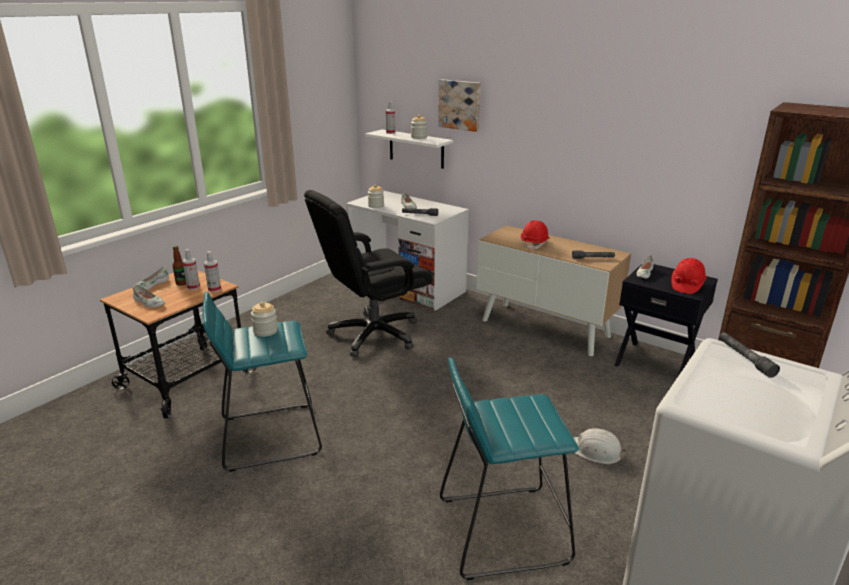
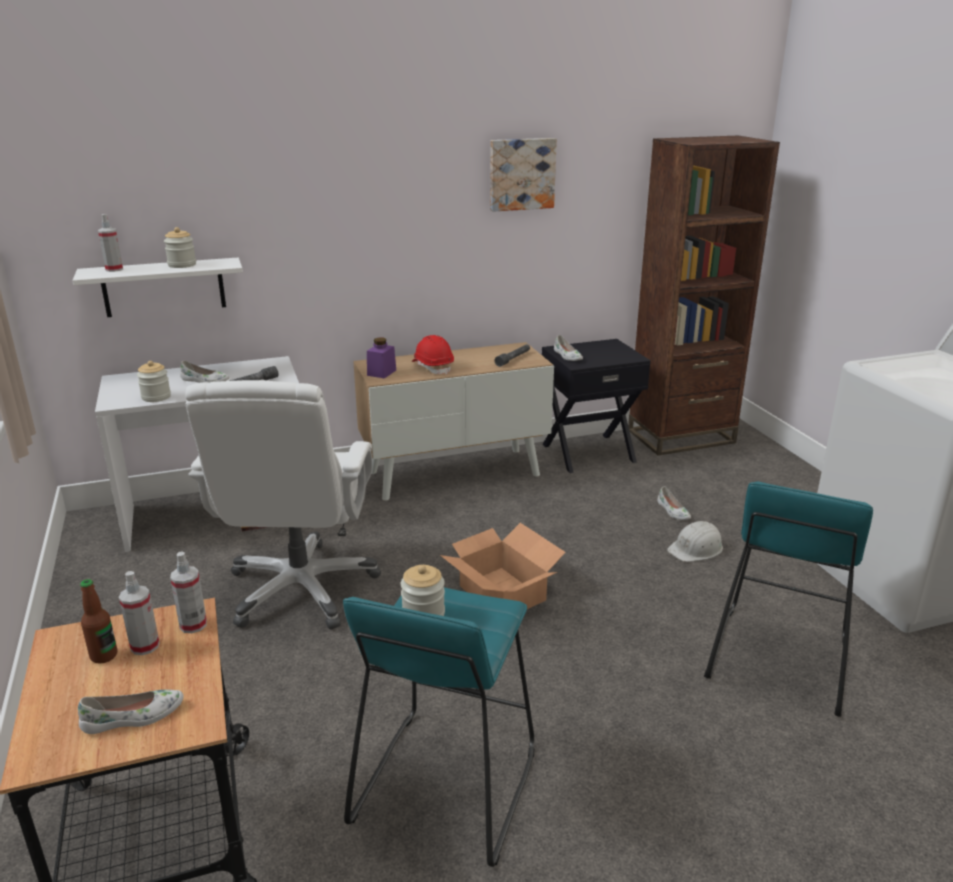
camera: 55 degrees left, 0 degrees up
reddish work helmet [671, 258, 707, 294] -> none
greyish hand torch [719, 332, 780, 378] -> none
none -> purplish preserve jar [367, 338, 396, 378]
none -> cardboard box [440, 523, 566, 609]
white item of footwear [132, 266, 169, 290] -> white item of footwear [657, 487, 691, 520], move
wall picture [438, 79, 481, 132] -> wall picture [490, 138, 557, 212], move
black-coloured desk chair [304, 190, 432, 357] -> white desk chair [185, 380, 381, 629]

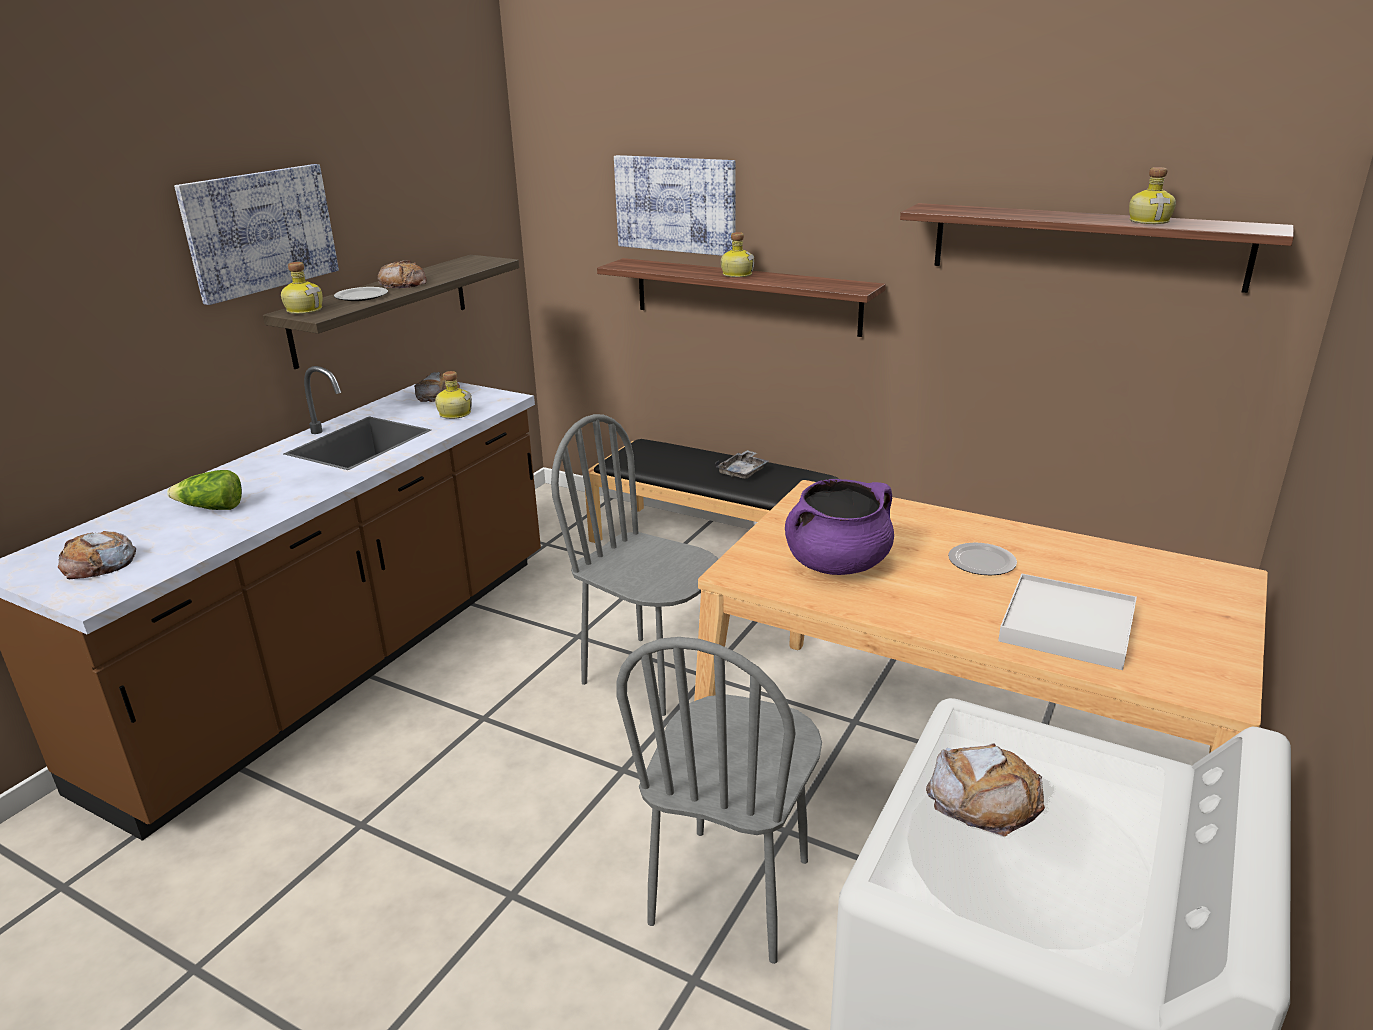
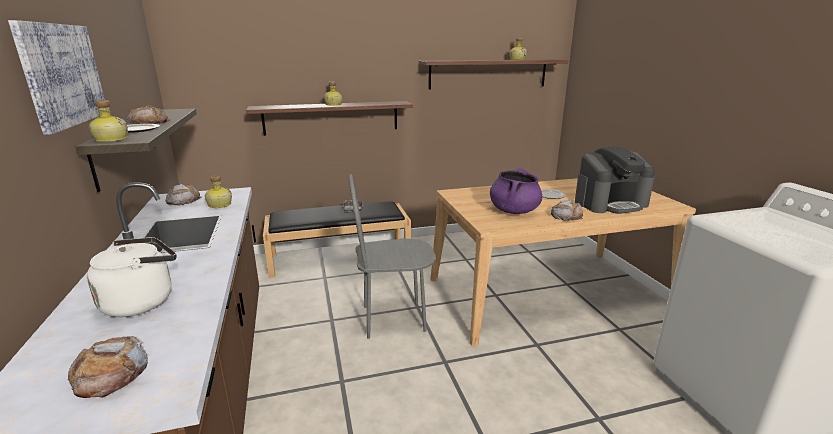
camera: 45 degrees left, 5 degrees down
wall picture [614, 155, 735, 256] -> none
greyish upright chair [617, 637, 822, 964] -> none
baked bread [926, 743, 1045, 837] -> baked bread [551, 200, 583, 221], move
lettuce head [167, 470, 242, 510] -> white water kettle [87, 237, 176, 317]
white serving tray [998, 573, 1137, 670] -> coffee maker [575, 147, 655, 214]

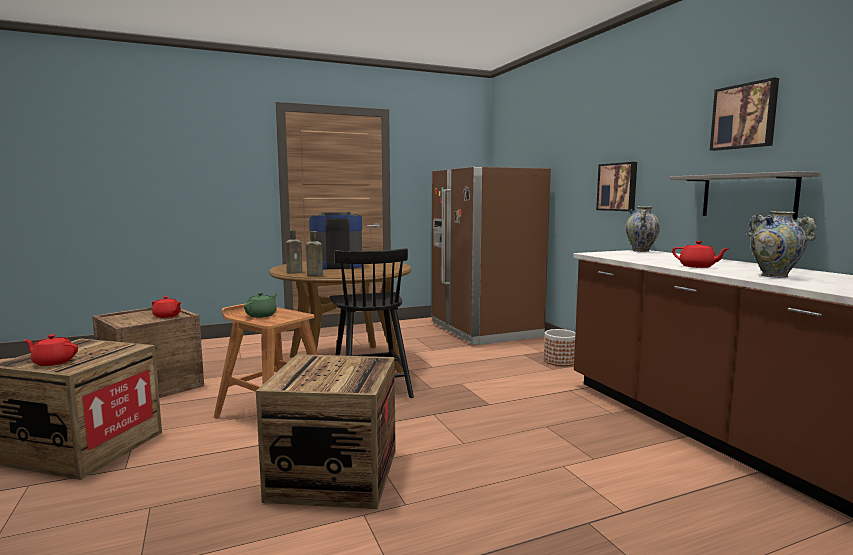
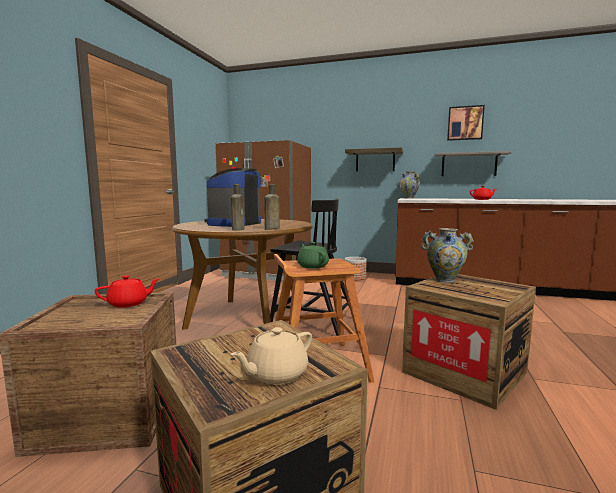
camera: 50 degrees left, 0 degrees up
flower vase [747, 211, 817, 278] -> flower vase [421, 228, 474, 282], move
wall picture [596, 162, 637, 211] -> shelf [345, 147, 403, 172]
reddish pot for tea [24, 334, 78, 366] -> sand-coloured pot for tea [231, 327, 312, 385]

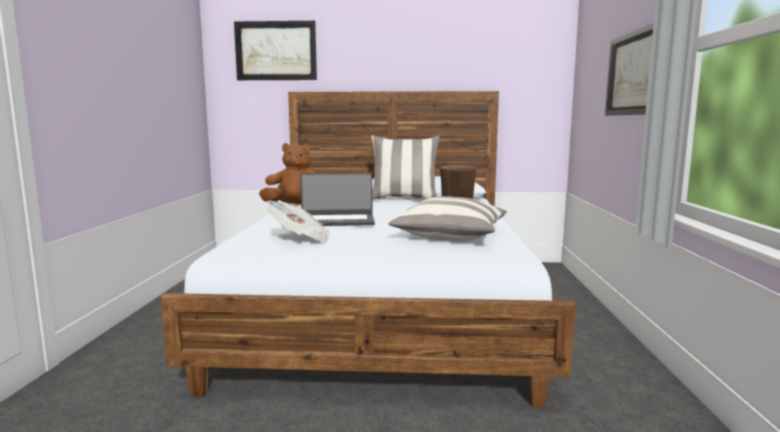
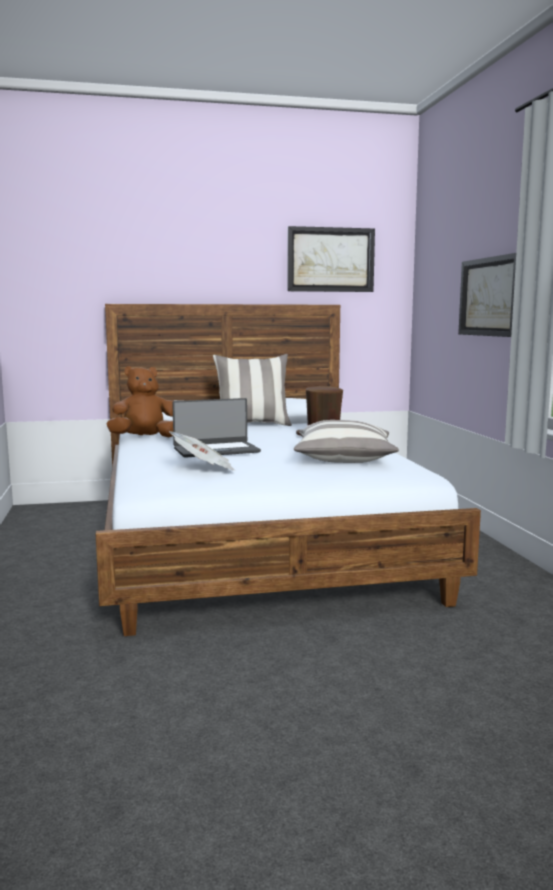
camera: 15 degrees left, 0 degrees up
wall picture [234, 21, 317, 80] -> wall picture [287, 226, 375, 292], move

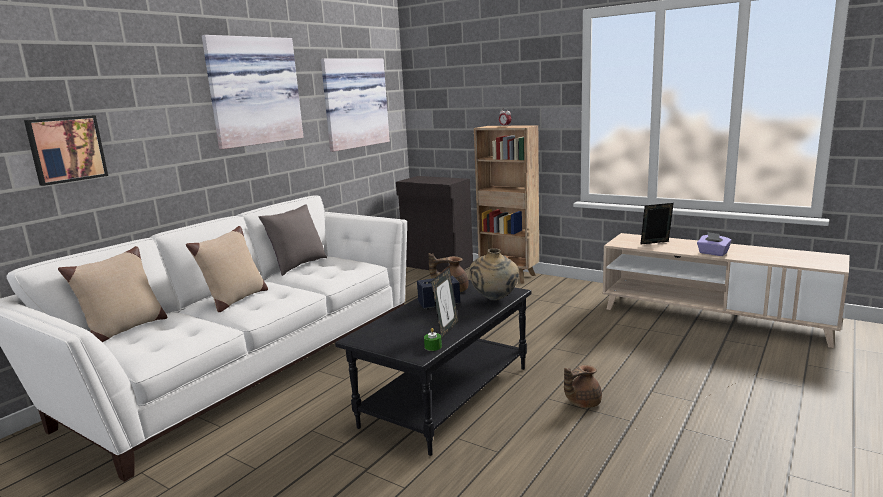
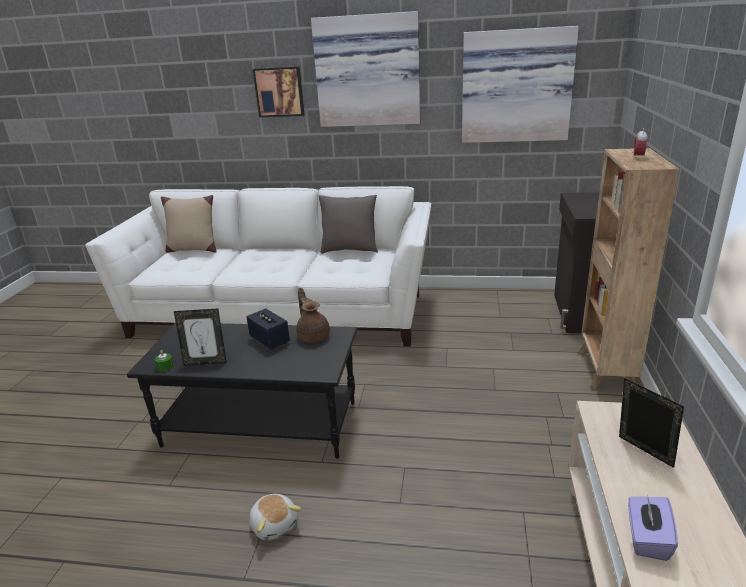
camera: 65 degrees right, 10 degrees up
sand-coloured throw pillow [186, 226, 268, 312] -> none
sand-coloured flower vase [469, 248, 519, 300] -> none
wall picture [24, 115, 108, 186] -> wall picture [253, 66, 305, 117], move
brownish pot for tea [564, 365, 602, 408] -> plush toy [250, 494, 301, 541]

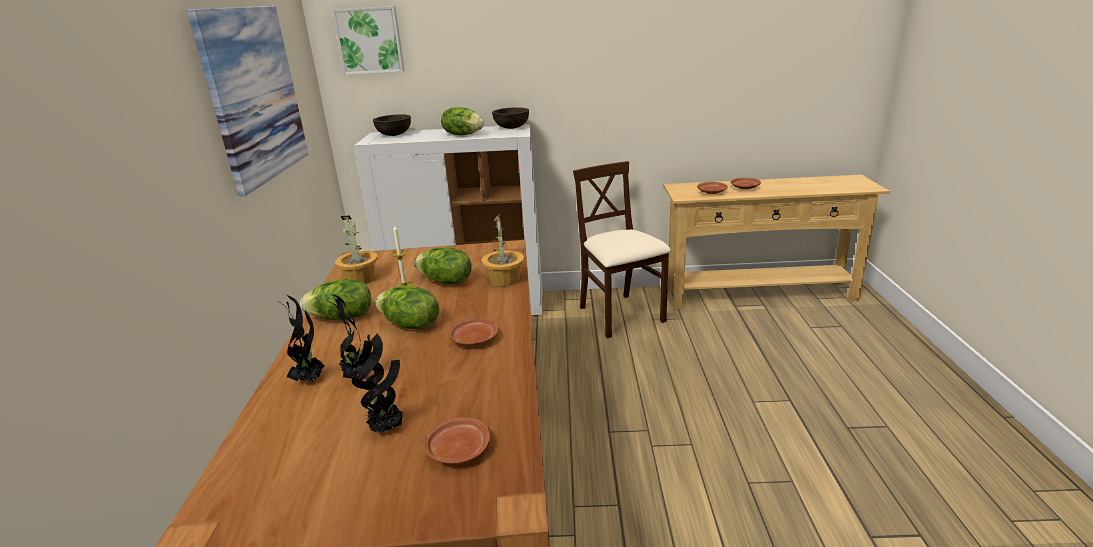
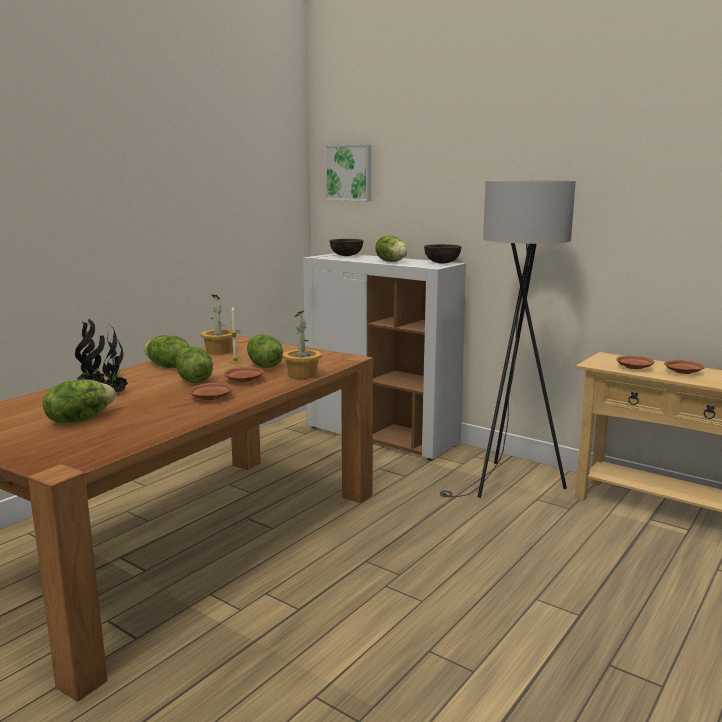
camera: 35 degrees right, 10 degrees down
wall picture [187, 6, 309, 196] -> none
brownish plate [424, 417, 490, 464] -> brownish plate [224, 367, 264, 382], move
houseplant [352, 334, 403, 433] -> lettuce head [43, 379, 116, 423]
sand-coloured upright chair [573, 161, 671, 339] -> greyish floor lamp [440, 181, 576, 498]

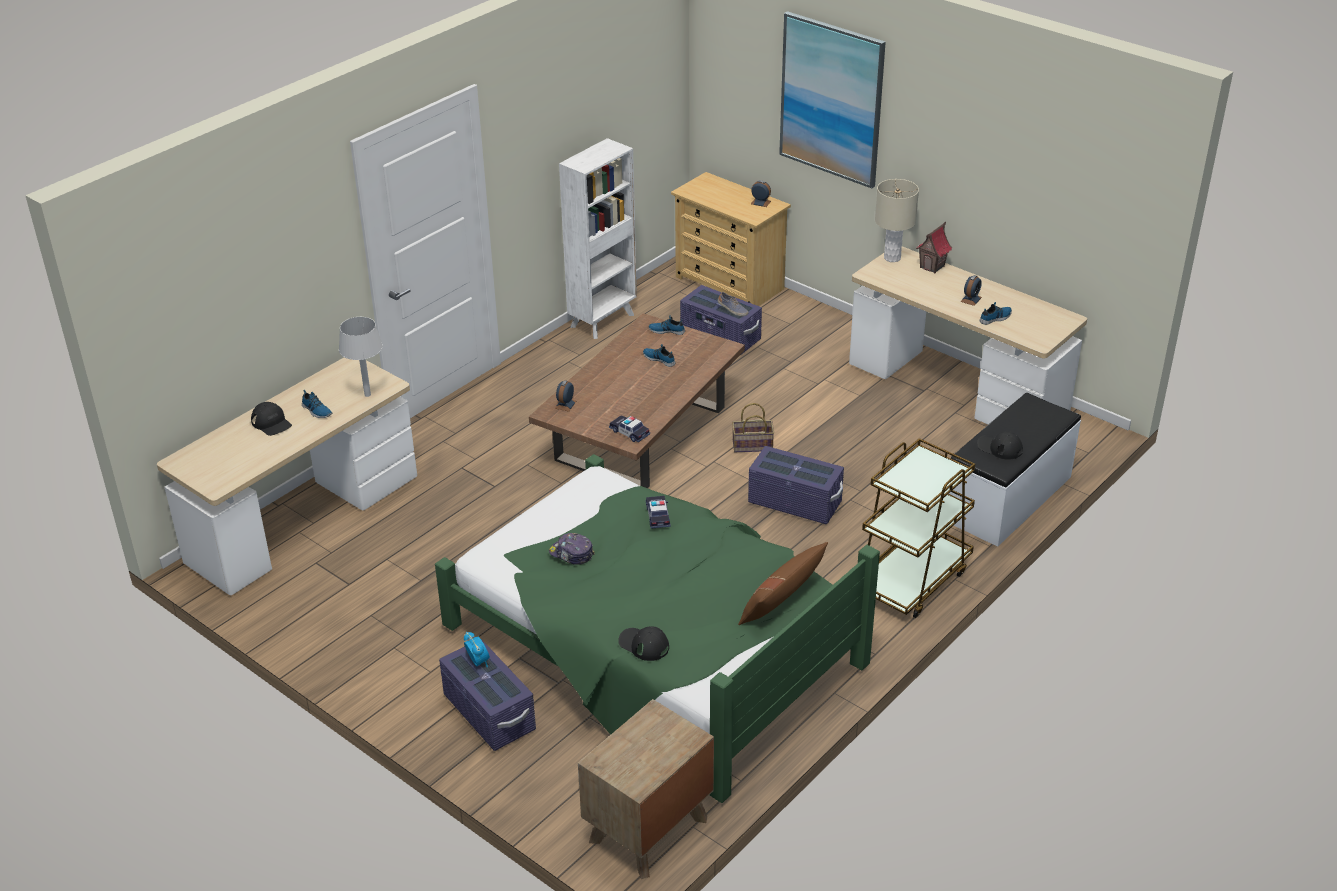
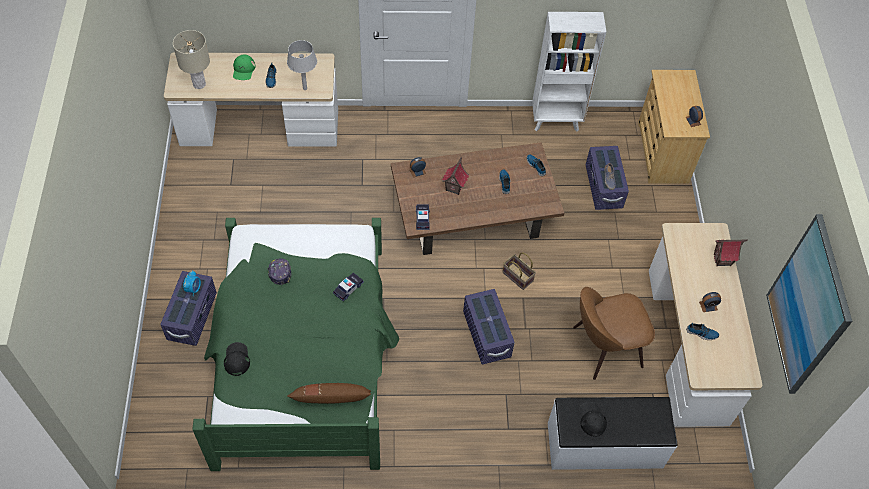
camera: 45 degrees right, 20 degrees up
brownish bedside table [578, 699, 714, 879] -> none
brownish wheeled cart [862, 438, 975, 618] -> none
none -> miniature house [442, 157, 469, 195]
none -> brownish upright chair [573, 287, 655, 380]
wall picture [779, 11, 886, 188] -> wall picture [766, 214, 852, 394], move
sand-coloured lamp for a table [875, 179, 919, 262] -> sand-coloured lamp for a table [173, 30, 210, 89], move
black-coloured cap [251, 402, 292, 436] -> green-coloured cap [233, 54, 256, 80]

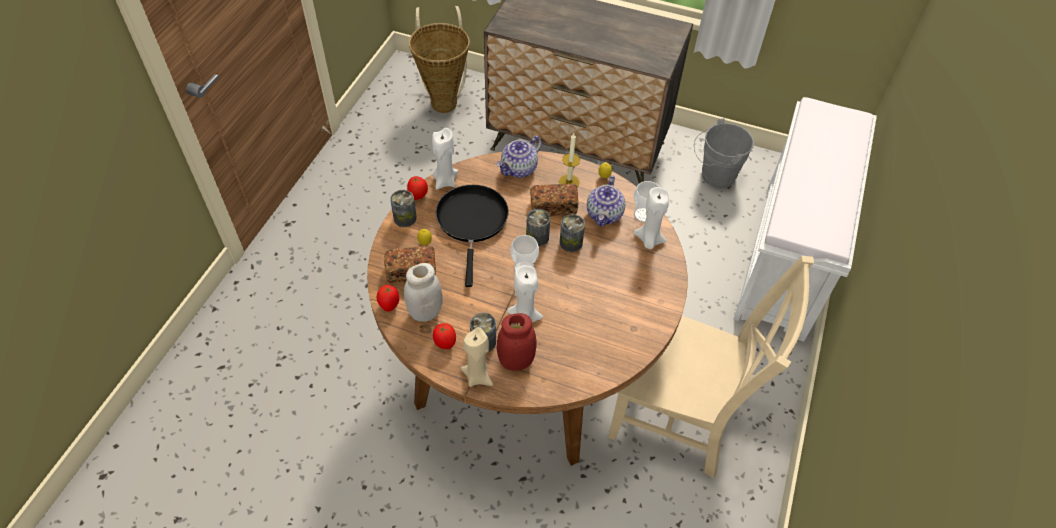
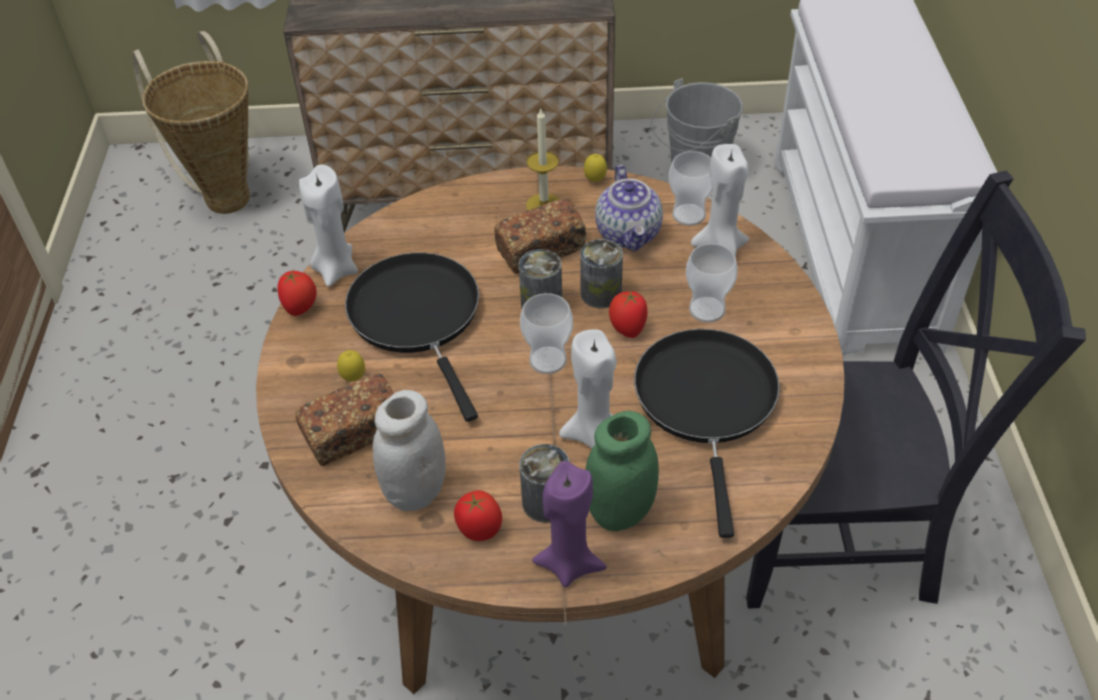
camera: 20 degrees left, 5 degrees down
metal can [390, 190, 417, 227] -> none
pot for tea [496, 136, 542, 178] -> none
none -> black-coloured skillet [634, 329, 780, 538]
none -> small cup [686, 243, 738, 323]
fresh tomato [377, 285, 399, 312] -> fresh tomato [609, 290, 647, 338], move
sand-coloured candle [461, 327, 494, 387] -> purplish candle [532, 461, 607, 588]
reddish preserve jar [497, 313, 537, 371] -> green-coloured preserve jar [585, 411, 659, 531]
sand-coloured upright chair [608, 256, 814, 478] -> black-coloured upright chair [746, 171, 1086, 608]

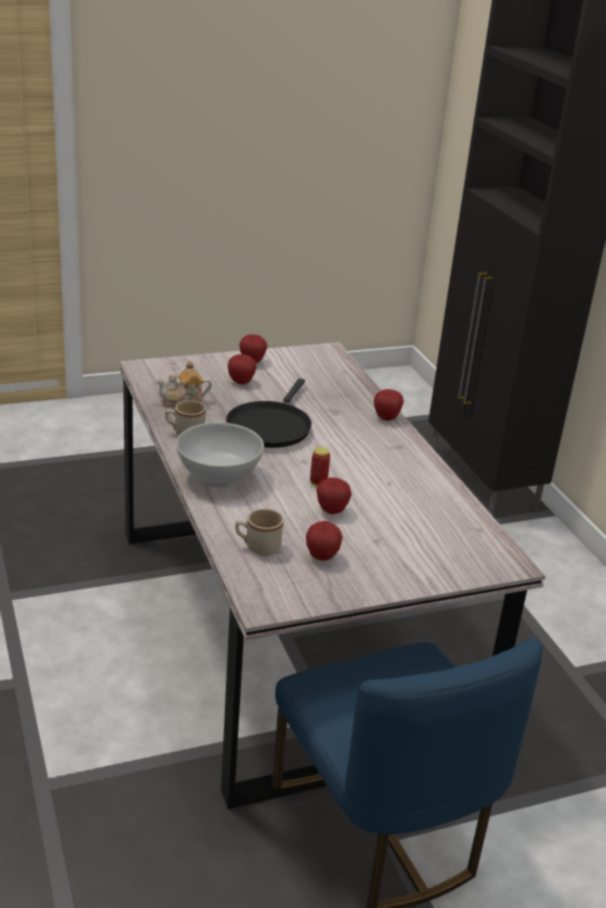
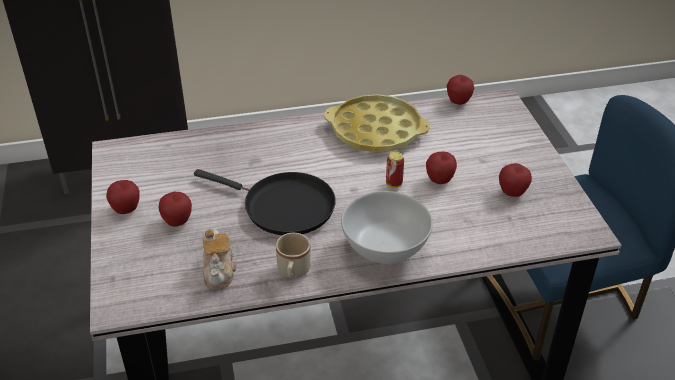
camera: 80 degrees left, 10 degrees up
sand-coloured tea mug [235, 509, 284, 556] -> none
none -> yellow-coloured serving tray [324, 94, 430, 152]
apple [374, 389, 404, 421] -> apple [447, 75, 474, 105], move

